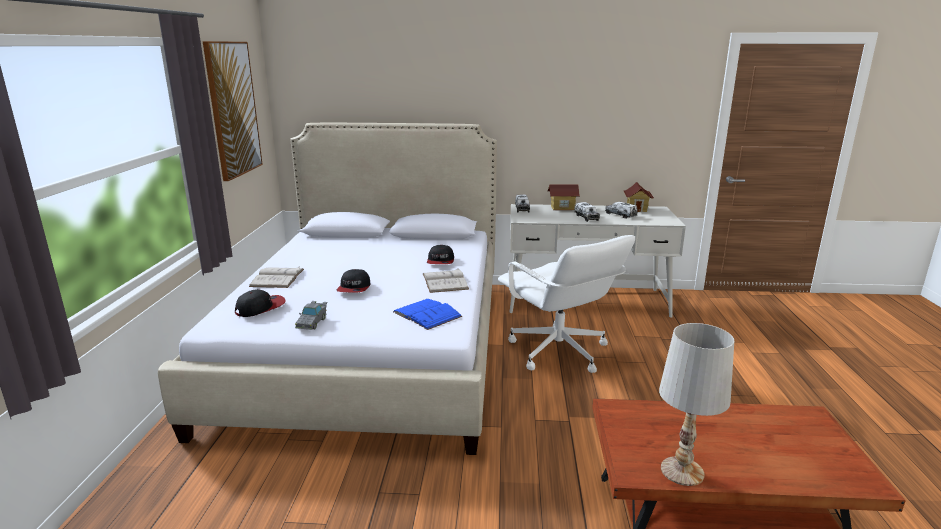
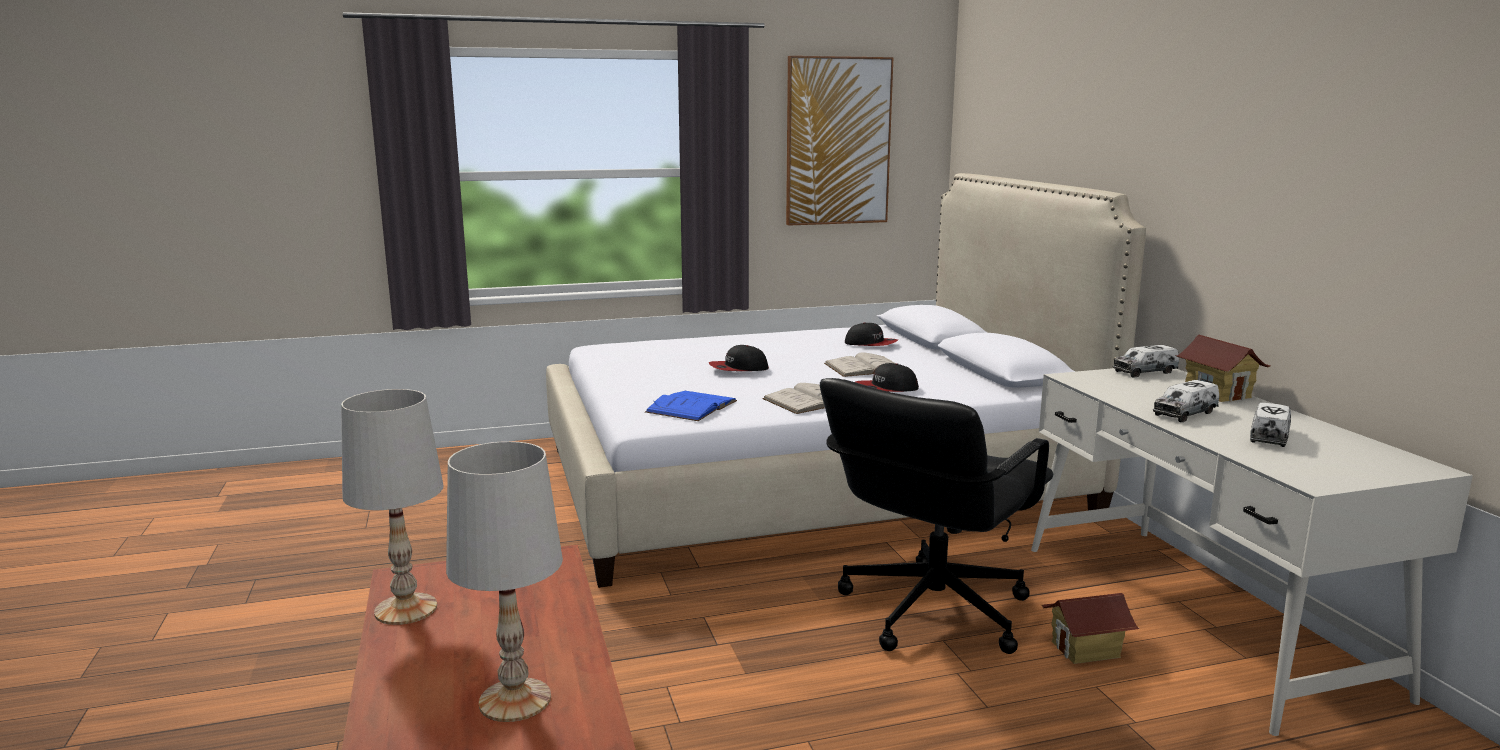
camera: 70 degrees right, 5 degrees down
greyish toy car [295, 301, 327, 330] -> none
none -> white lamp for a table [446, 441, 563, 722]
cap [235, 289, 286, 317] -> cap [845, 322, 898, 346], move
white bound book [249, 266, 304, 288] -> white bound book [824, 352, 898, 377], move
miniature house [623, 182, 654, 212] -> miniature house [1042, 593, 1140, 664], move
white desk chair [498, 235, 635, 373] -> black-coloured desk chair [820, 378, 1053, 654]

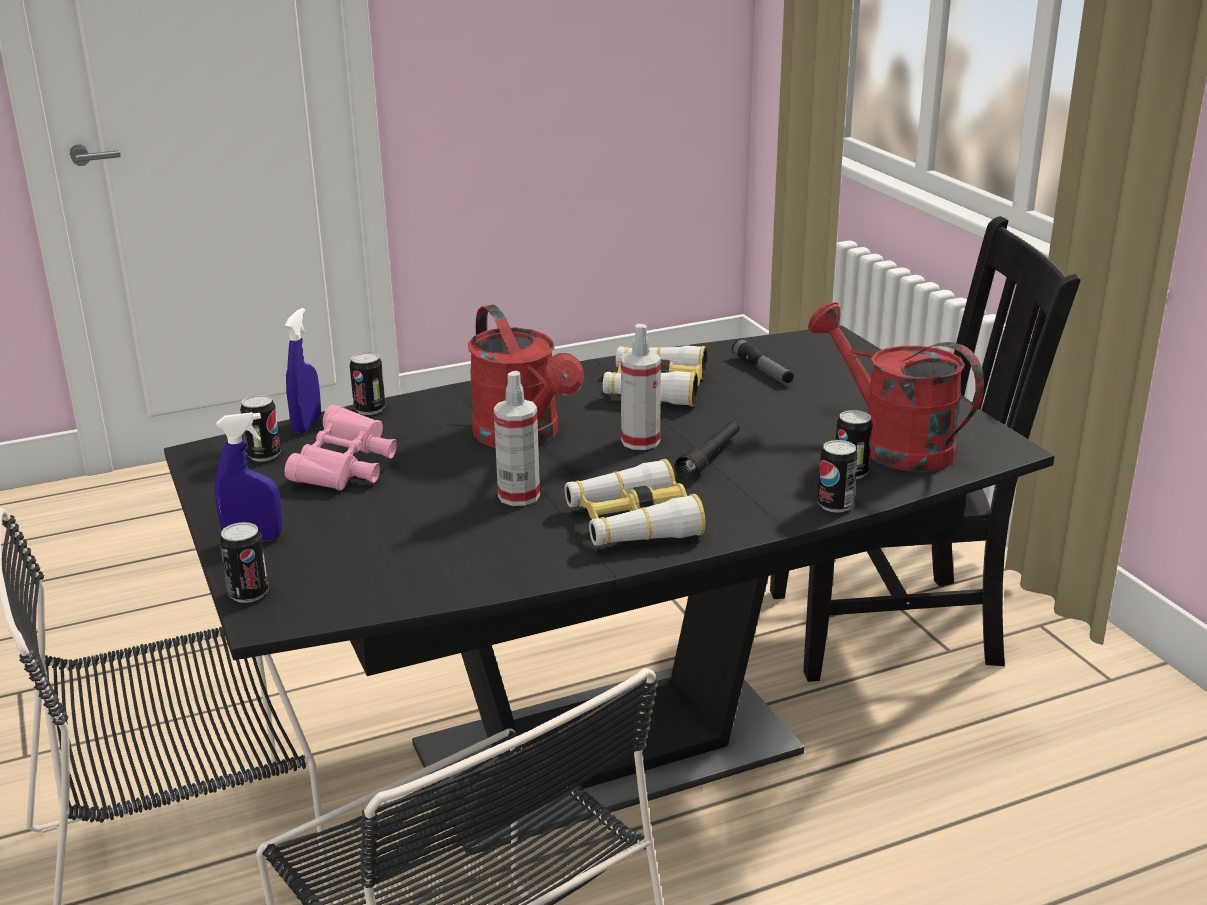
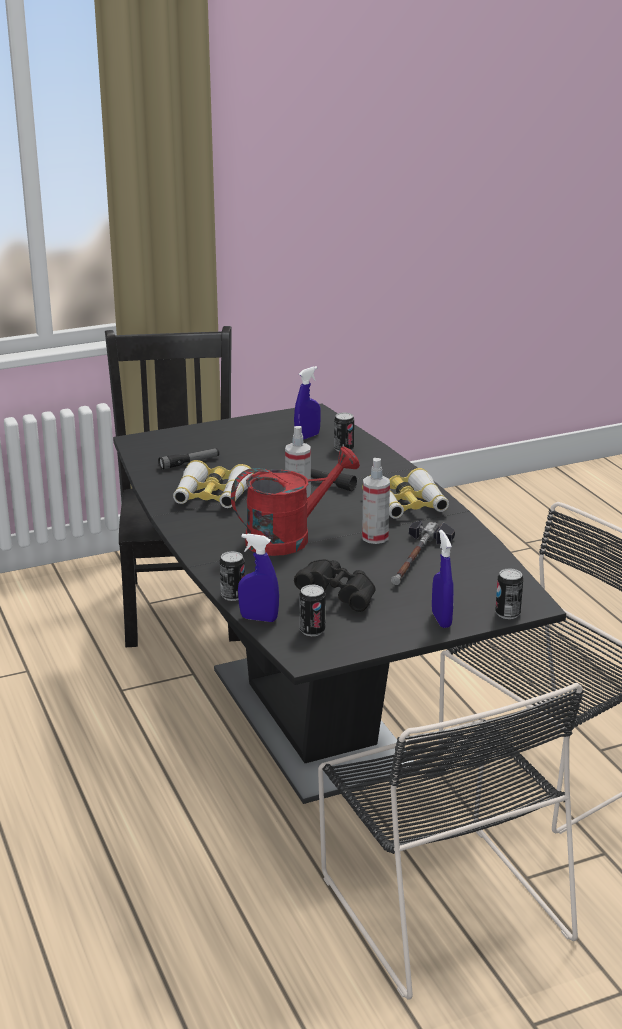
camera: 90 degrees left, 0 degrees up
metal can [818, 440, 858, 512] -> none
none -> hand hammer [391, 521, 455, 585]
reddish sprinkling can [808, 302, 984, 472] -> blue hand sprayer [294, 366, 321, 440]
pink-coloured binoculars [285, 405, 397, 491] -> black-coloured binoculars [294, 559, 376, 612]

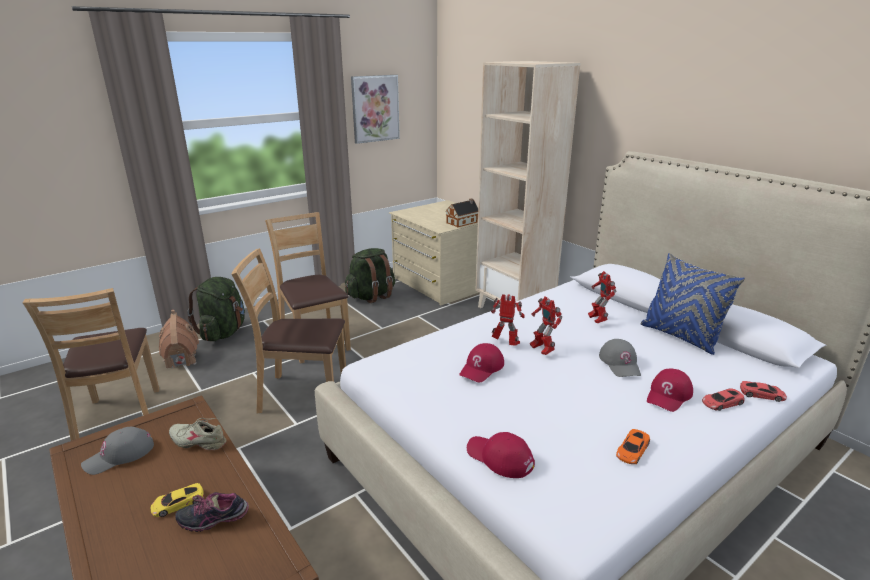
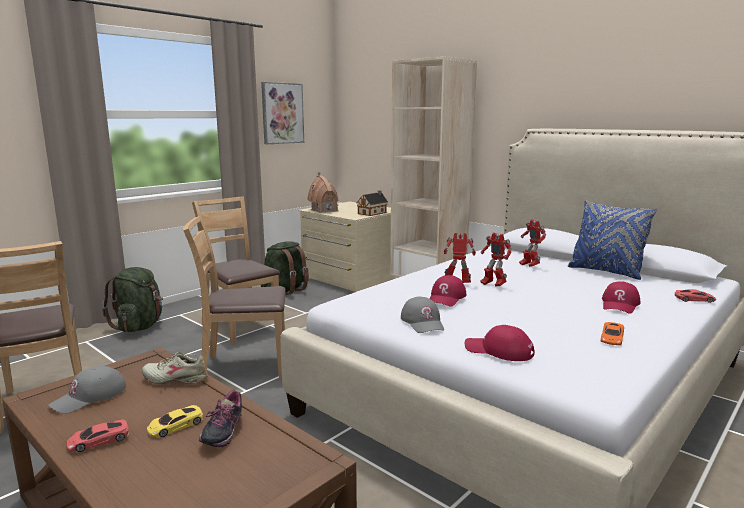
camera: 10 degrees left, 10 degrees down
miniature house [159, 310, 199, 368] -> miniature house [307, 172, 339, 213], move
greyish cap [599, 339, 641, 377] -> greyish cap [401, 297, 444, 333], move
reddish toy car [702, 388, 745, 411] -> reddish toy car [66, 419, 129, 452], move
item of footwear [175, 492, 249, 532] -> item of footwear [199, 390, 242, 447], 60 degrees counterclockwise

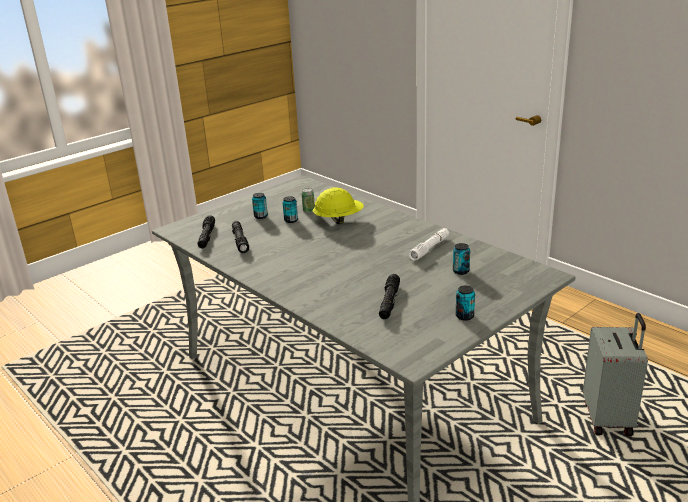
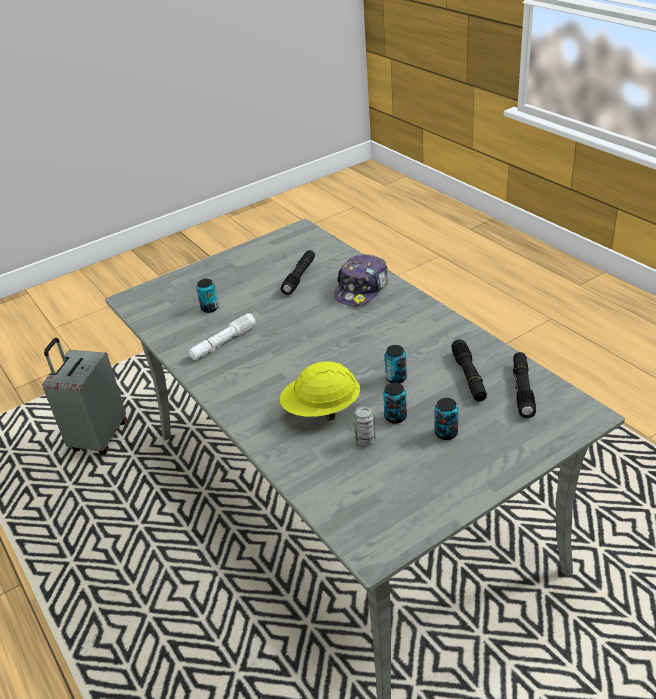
camera: 170 degrees left, 10 degrees up
none -> cap [334, 254, 388, 306]
metal can [456, 286, 475, 321] -> metal can [385, 345, 407, 383], move

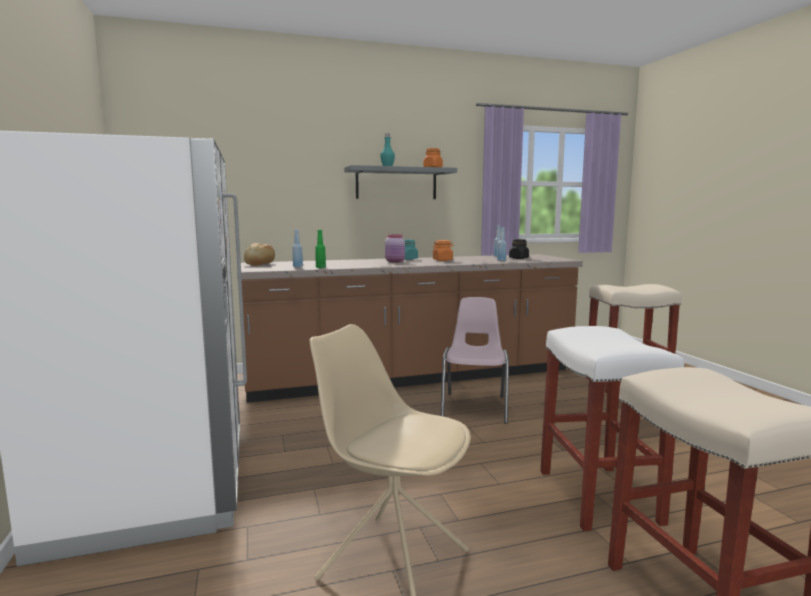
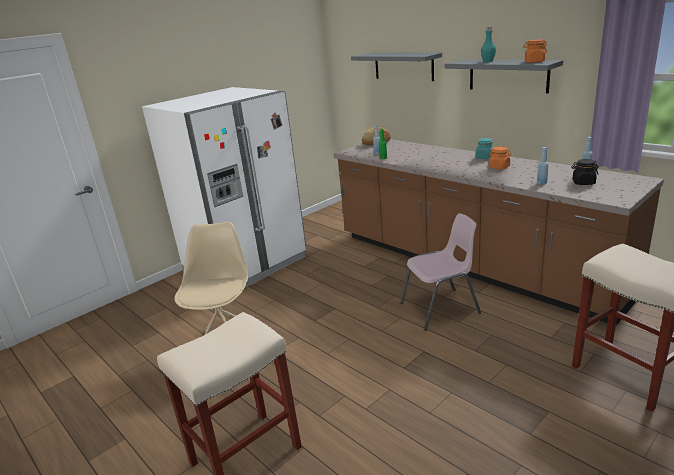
camera: 65 degrees right, 15 degrees up
pink-coloured preserve jar [385, 234, 405, 262] -> none
white sitting stool [540, 326, 684, 531] -> none
none -> greyish shelf [351, 53, 442, 81]

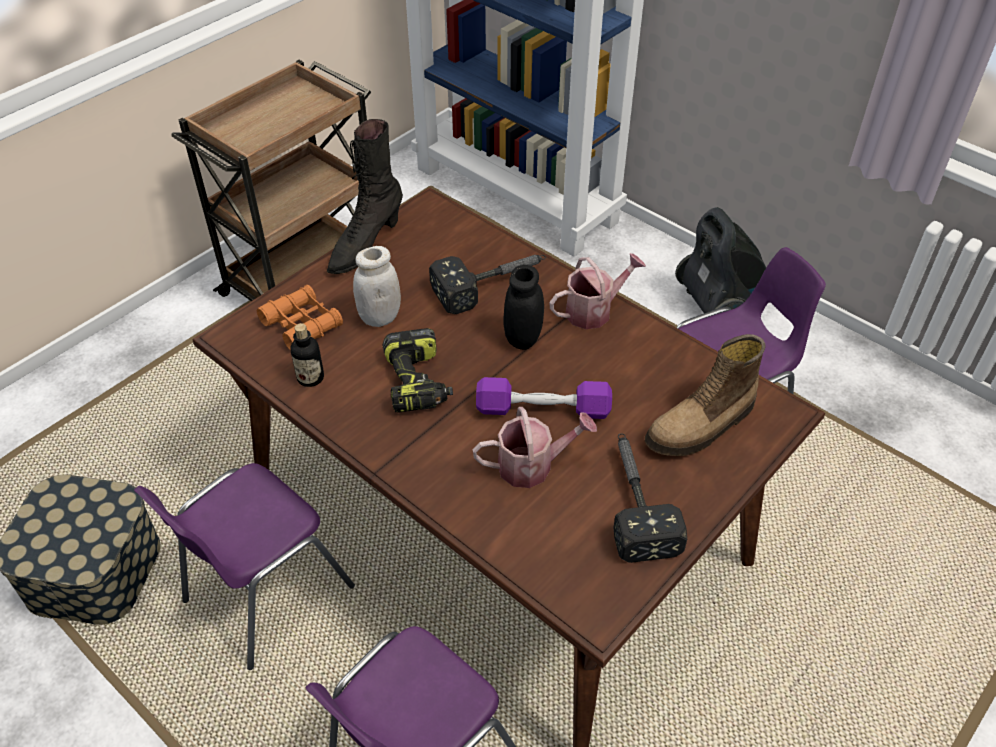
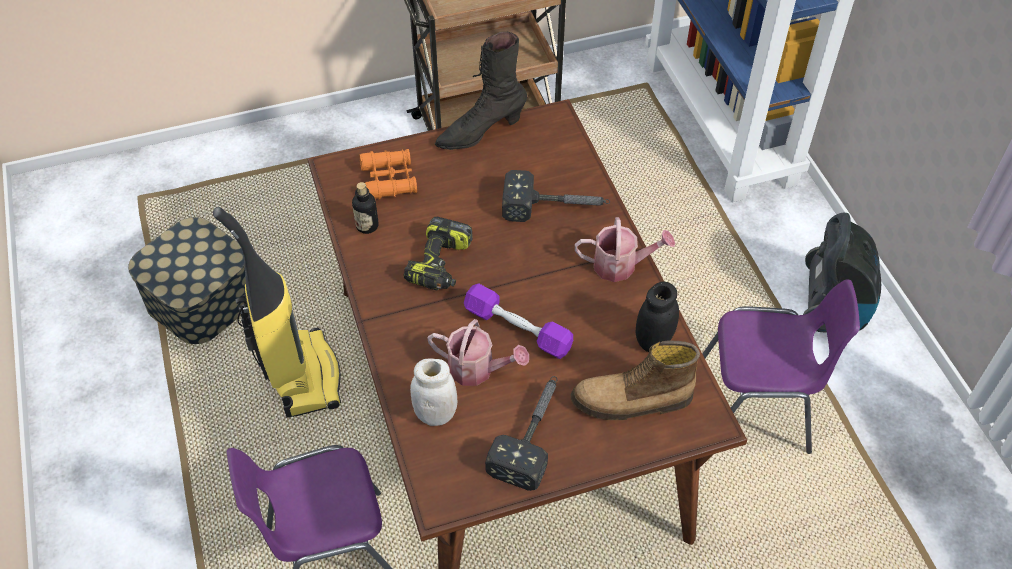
camera: 30 degrees right, 5 degrees up
white preserve jar [353, 246, 401, 327] -> white preserve jar [410, 358, 457, 426], move
black-coloured preserve jar [504, 265, 544, 350] -> black-coloured preserve jar [636, 282, 679, 352], move
purplish upright chair [134, 463, 355, 670] -> vacuum cleaner [213, 207, 341, 418]

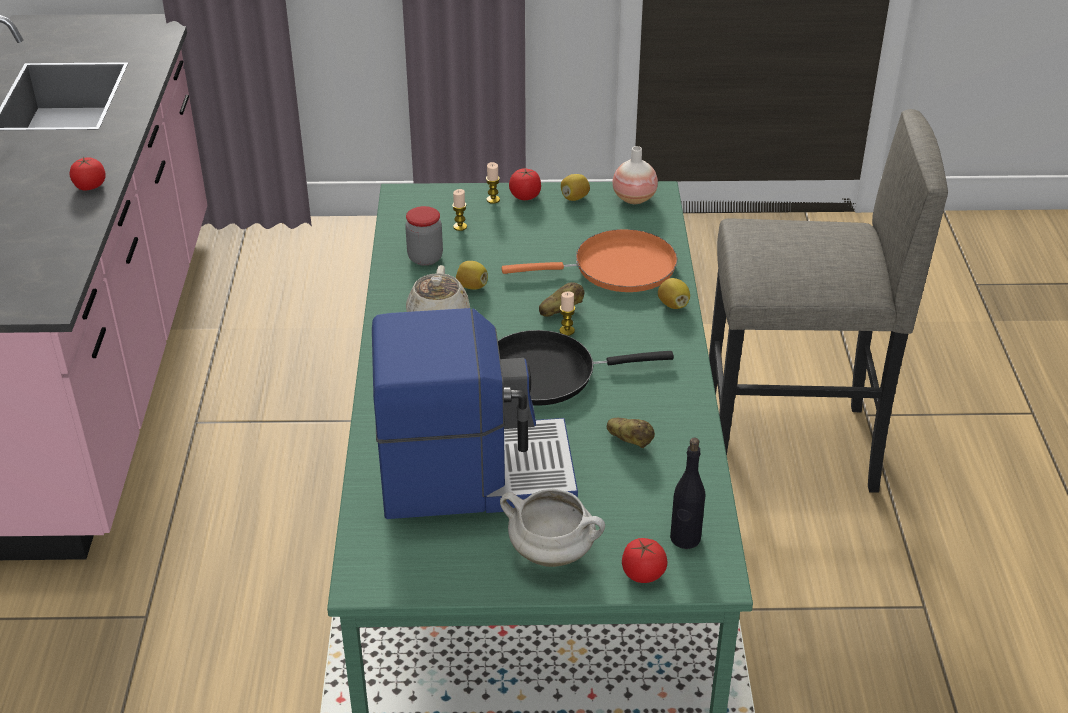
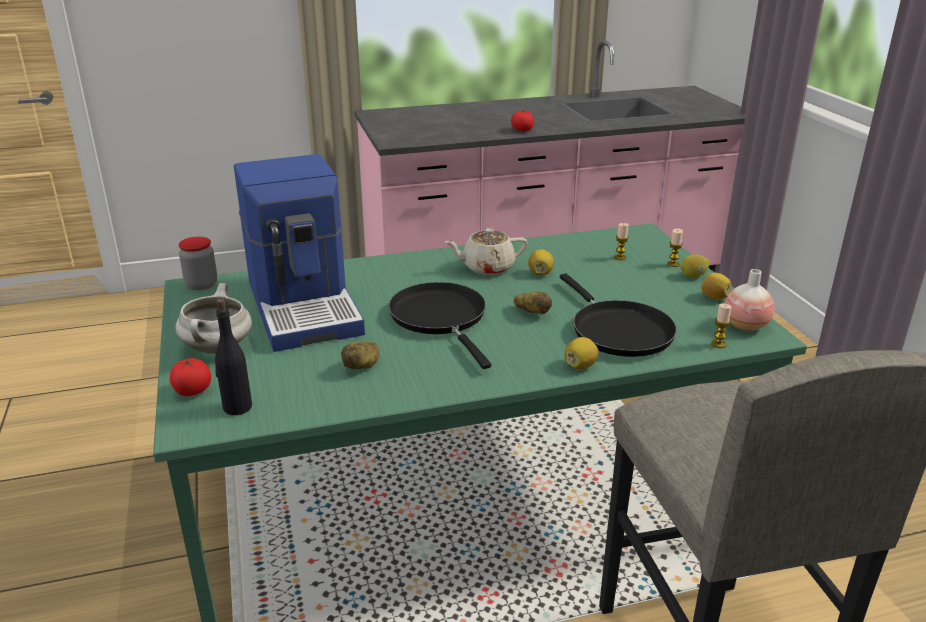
camera: 75 degrees right, 10 degrees down
preserve jar [405, 206, 443, 266] -> preserve jar [178, 236, 217, 290], move
candle [559, 291, 575, 336] -> candle [711, 304, 732, 348], move
fresh tomato [509, 169, 541, 200] -> whole lemon [681, 255, 710, 278]
orangey skillet [502, 229, 677, 292] -> black-coloured skillet [560, 274, 677, 357]

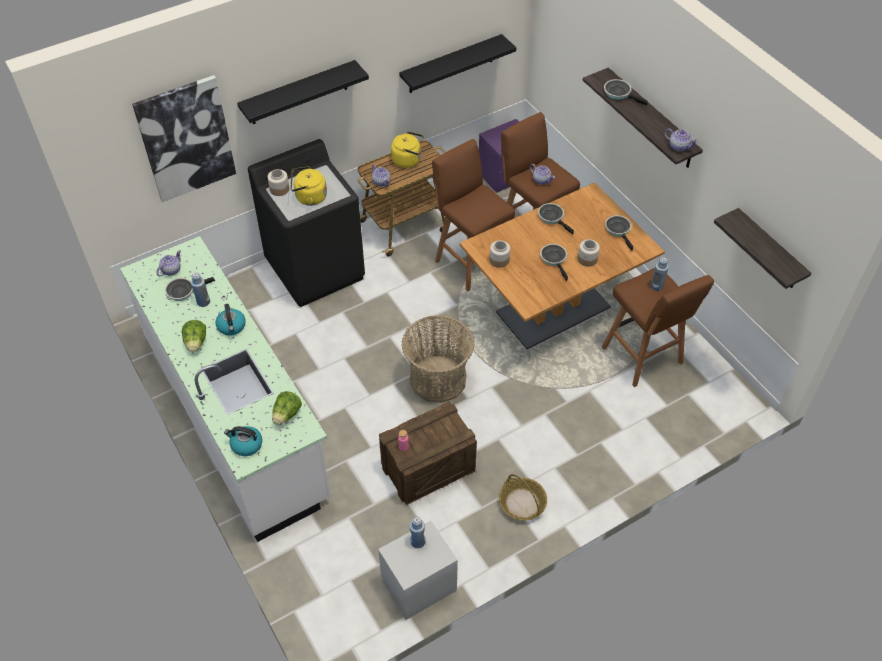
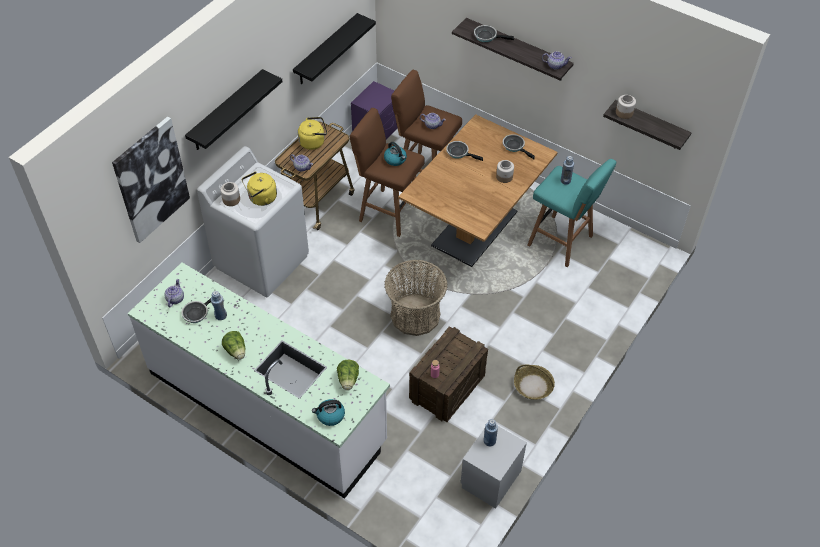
camera: 25 degrees left, 0 degrees up
skillet [540, 244, 568, 281] -> none
water kettle [216, 304, 246, 336] -> water kettle [384, 142, 407, 166], move
preserve jar [490, 240, 510, 268] -> preserve jar [616, 95, 636, 119], move
black-coloured laundry machine [248, 139, 365, 307] -> white laundry machine [197, 146, 309, 297]
brownish sitting stool [602, 268, 714, 387] -> blue-green sitting stool [527, 159, 616, 267]

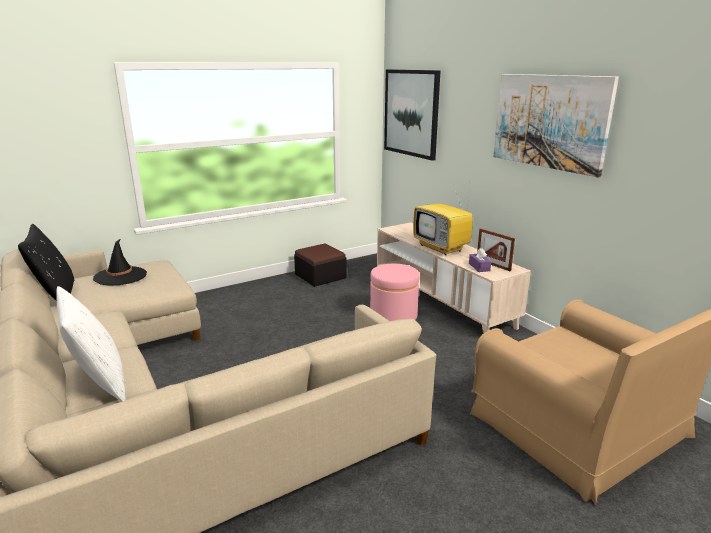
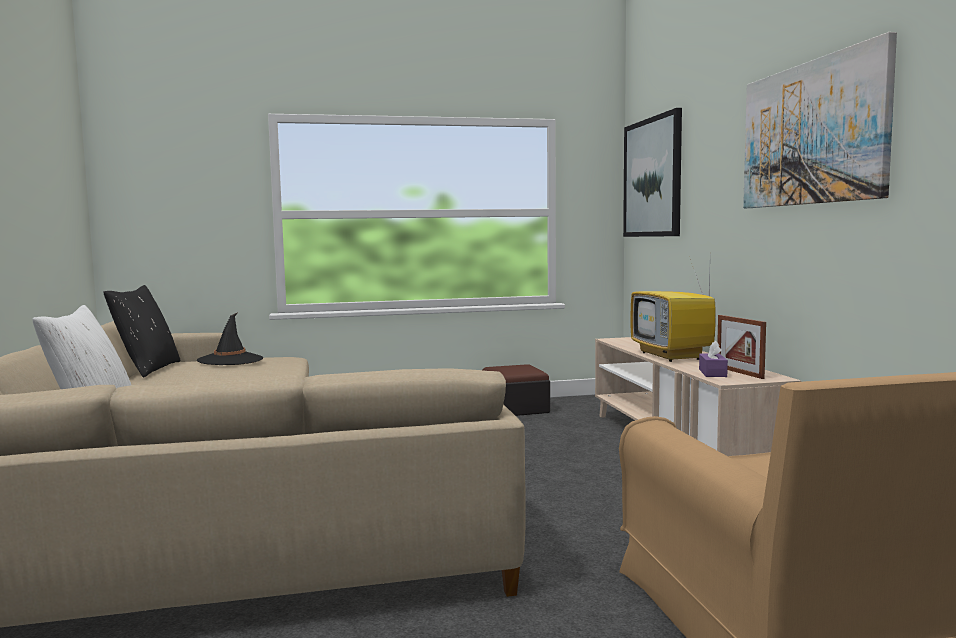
camera: 20 degrees right, 15 degrees down
pink-coloured footrest [370, 264, 420, 321] -> none

